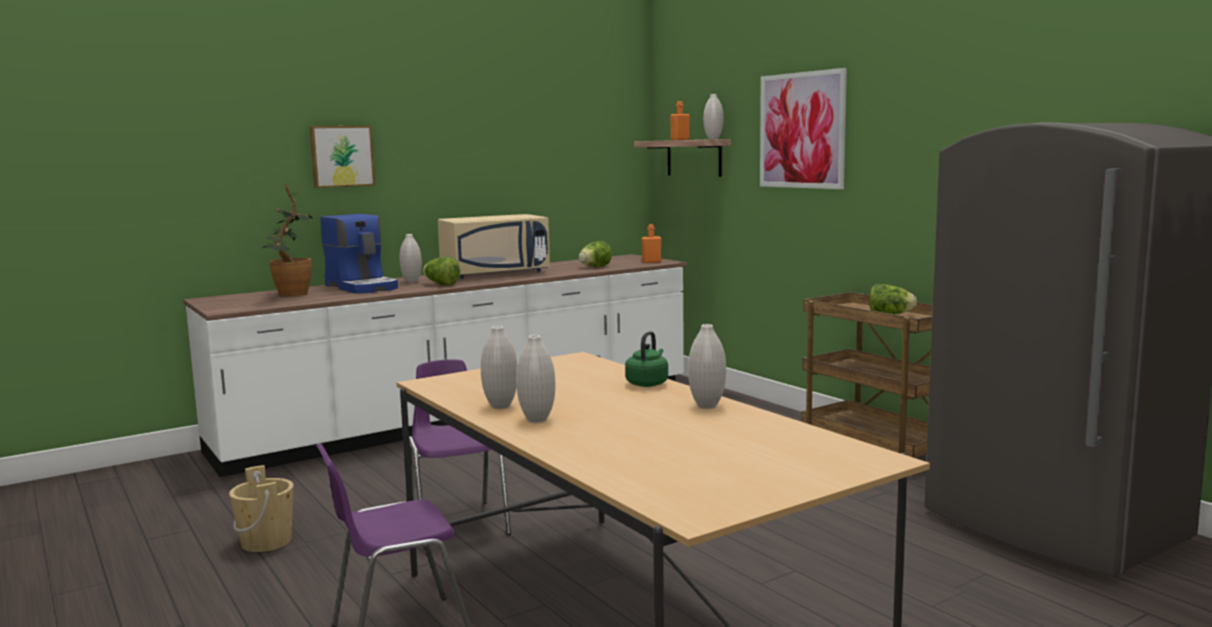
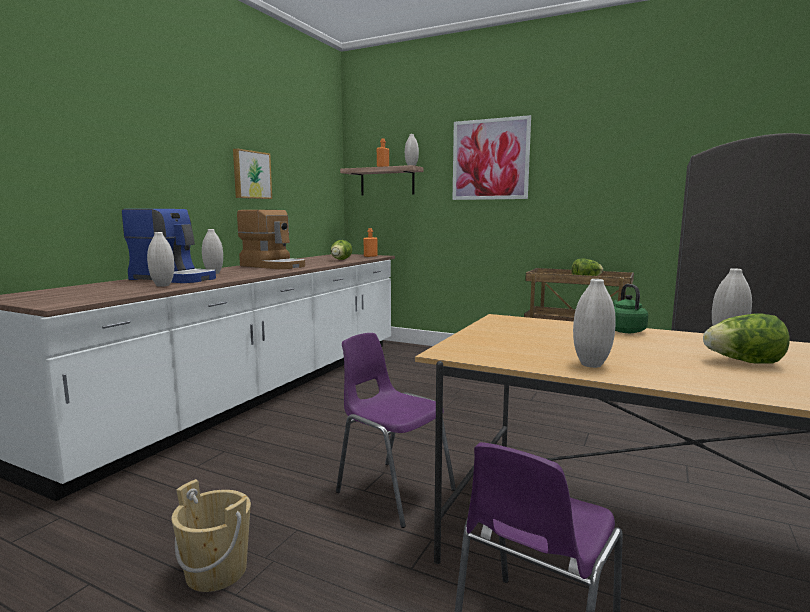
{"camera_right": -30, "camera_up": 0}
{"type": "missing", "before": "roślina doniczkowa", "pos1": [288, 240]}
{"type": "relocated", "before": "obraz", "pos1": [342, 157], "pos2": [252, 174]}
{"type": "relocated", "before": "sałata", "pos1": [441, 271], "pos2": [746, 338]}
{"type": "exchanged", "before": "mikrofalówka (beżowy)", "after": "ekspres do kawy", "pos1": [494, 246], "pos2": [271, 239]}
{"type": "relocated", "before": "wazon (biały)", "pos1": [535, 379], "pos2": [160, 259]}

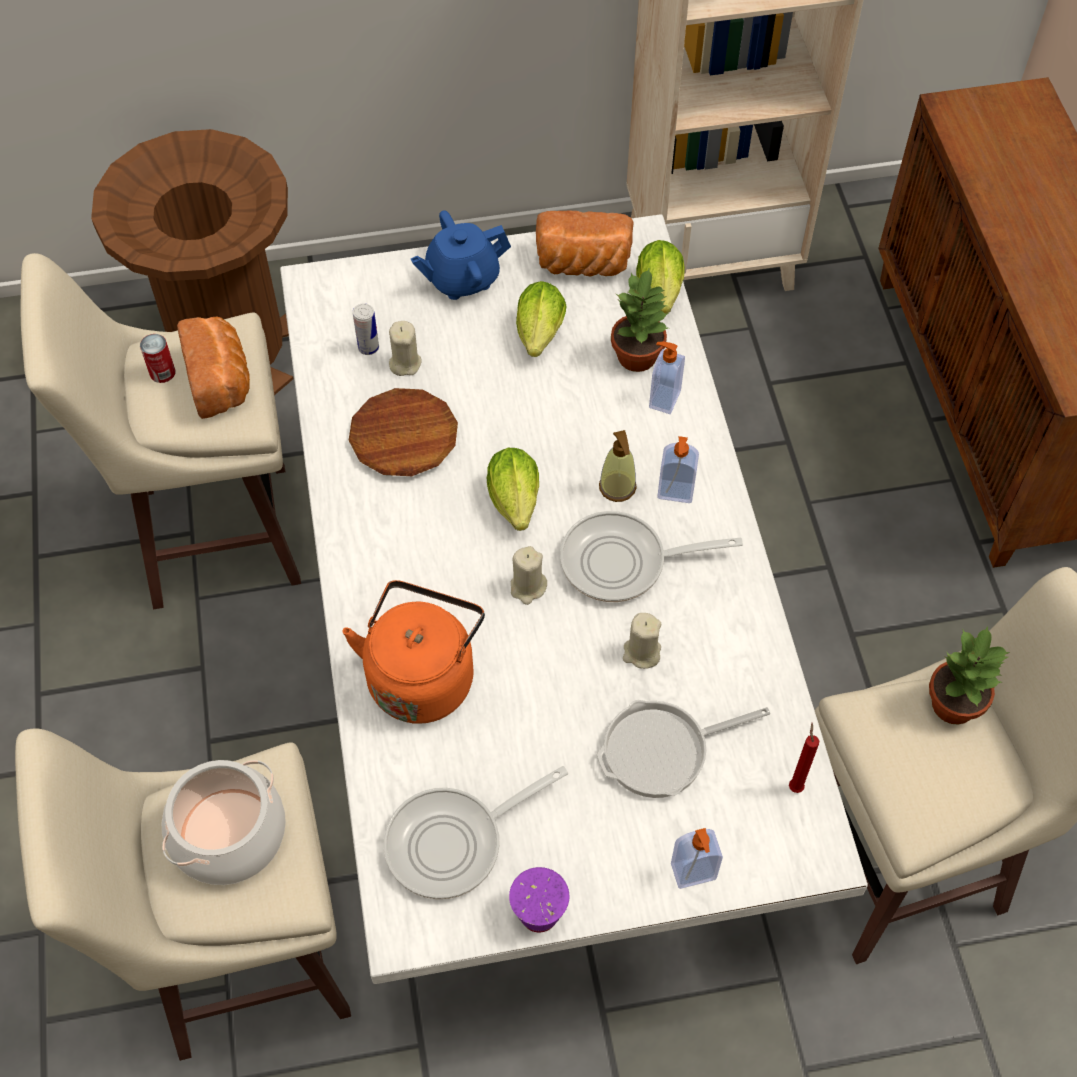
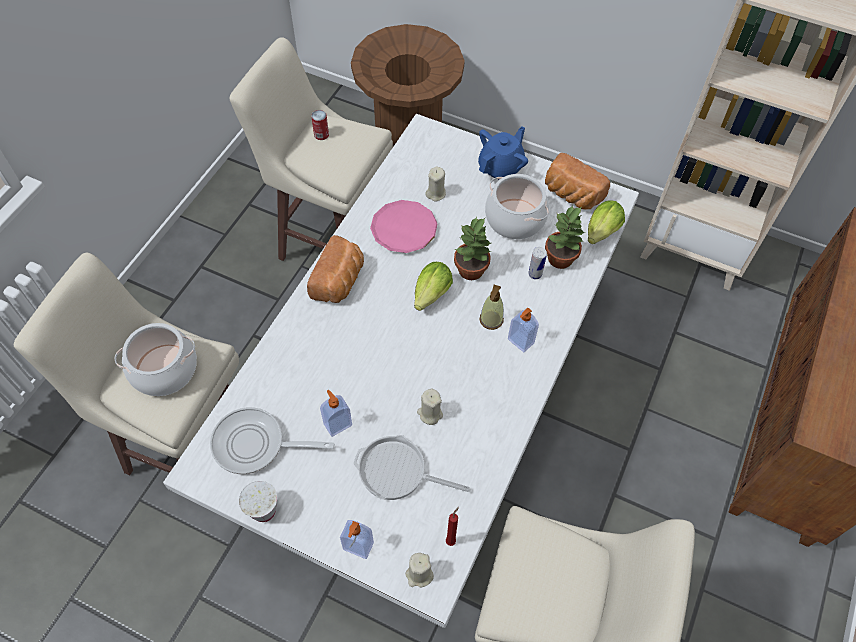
{"camera_right": 35, "camera_up": 0}
{"type": "relocated", "before": "chleb", "pos1": [213, 368], "pos2": [335, 269]}
{"type": "missing", "before": "czajnik (pomarańczowy)", "pos1": [413, 652]}
{"type": "colour", "before": "talerz (brązowy)", "after": "talerz (różowy)", "pos1": [403, 432], "pos2": [404, 226]}
{"type": "relocated", "before": "puszka", "pos1": [366, 329], "pos2": [537, 263]}
{"type": "spun", "before": "imbryk (niebieski)", "pos1": [461, 255], "pos2": [503, 153], "turn": 120}
{"type": "colour", "before": "filiżanka (fioletowy)", "after": "filiżanka (biały)", "pos1": [539, 900], "pos2": [258, 501]}
{"type": "relocated", "before": "świeca (beżowy)", "pos1": [529, 575], "pos2": [419, 570]}
{"type": "exchanged", "before": "sałata", "after": "garnek", "pos1": [541, 319], "pos2": [517, 206]}
{"type": "missing", "before": "patelnia", "pos1": [651, 556]}
{"type": "relocated", "before": "dozownik mydła", "pos1": [667, 378], "pos2": [336, 413]}
{"type": "relocated", "before": "roślina doniczkowa", "pos1": [969, 675], "pos2": [472, 248]}

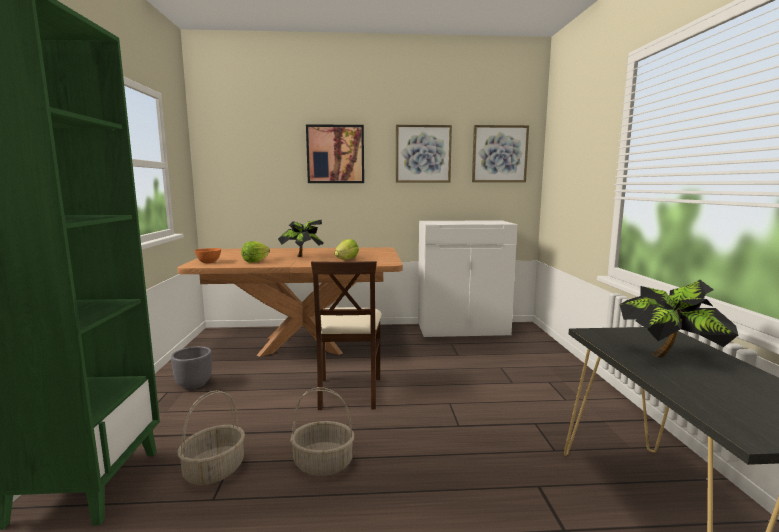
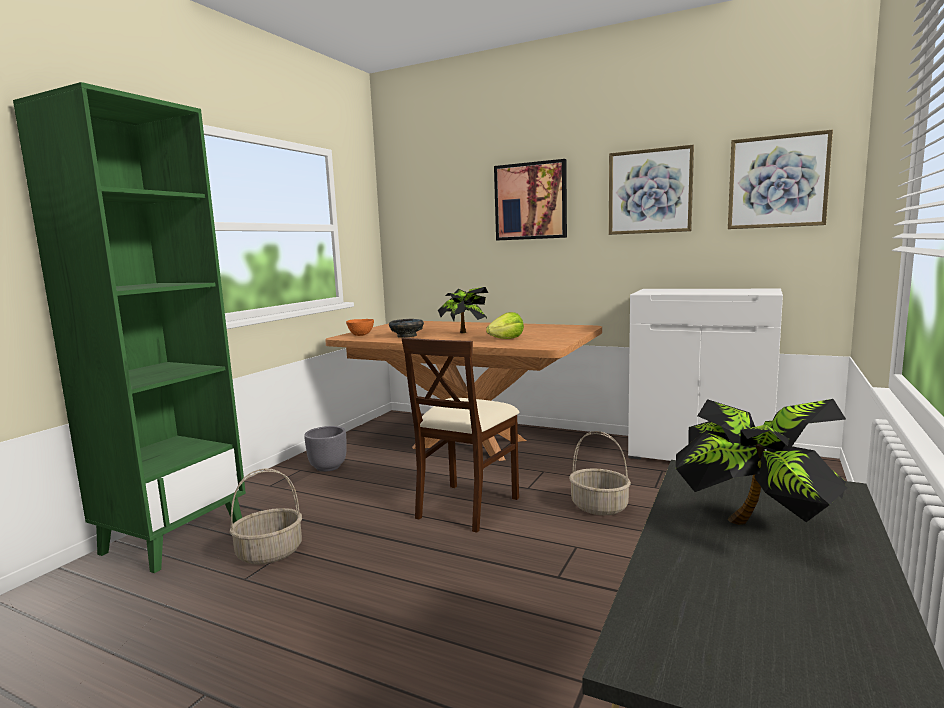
{"camera_right": 30, "camera_up": 0}
{"type": "exchanged", "before": "sałata", "after": "miska (czarny)", "pos1": [255, 252], "pos2": [406, 328]}
{"type": "relocated", "before": "koszyk", "pos1": [322, 431], "pos2": [600, 473]}

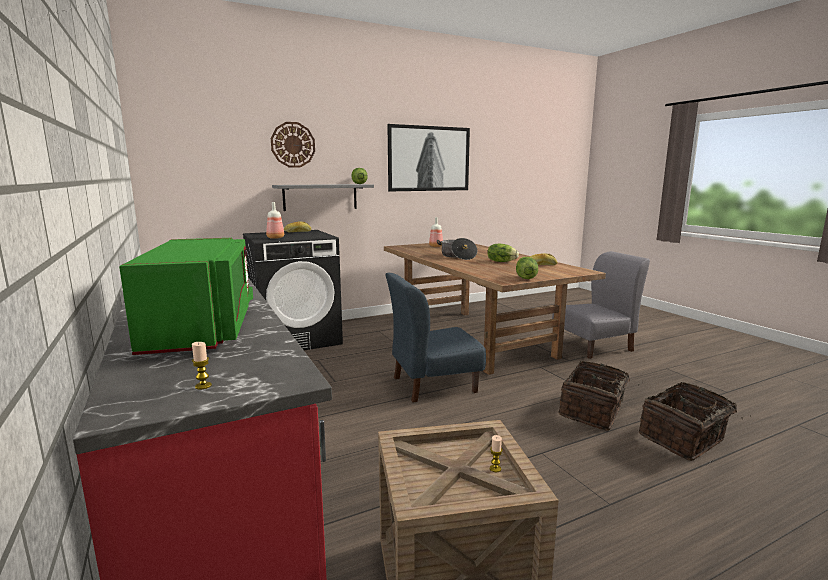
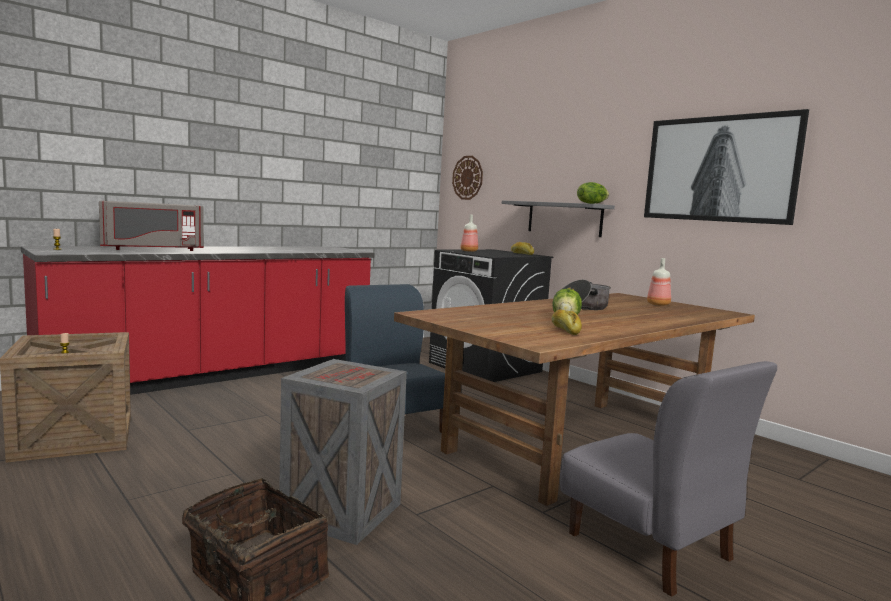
{"camera_right": 75, "camera_up": -5}
{"type": "colour", "before": "mikrofalówka (zielony)", "after": "mikrofalówka (szary)", "pos1": [186, 296], "pos2": [151, 226]}
{"type": "relocated", "before": "zegar ścienny", "pos1": [293, 145], "pos2": [467, 178]}
{"type": "missing", "before": "sałata", "pos1": [527, 268]}
{"type": "exchanged", "before": "koszyk", "after": "skrzynka", "pos1": [601, 396], "pos2": [343, 452]}

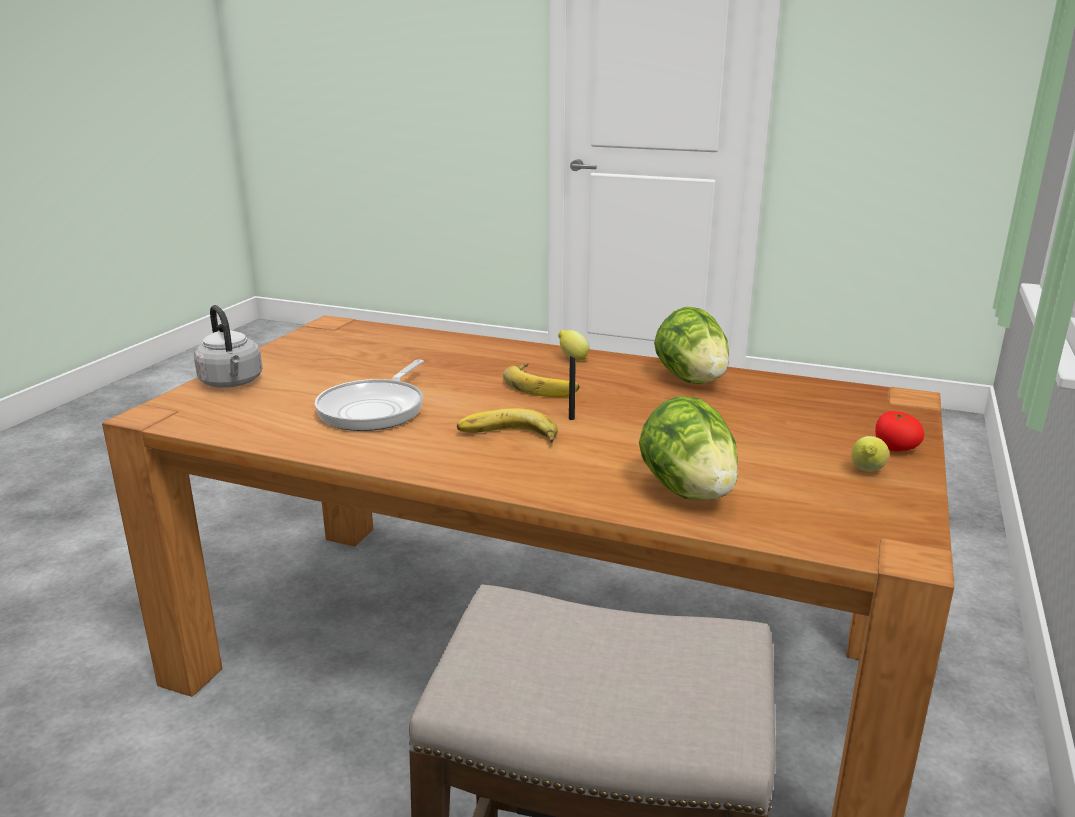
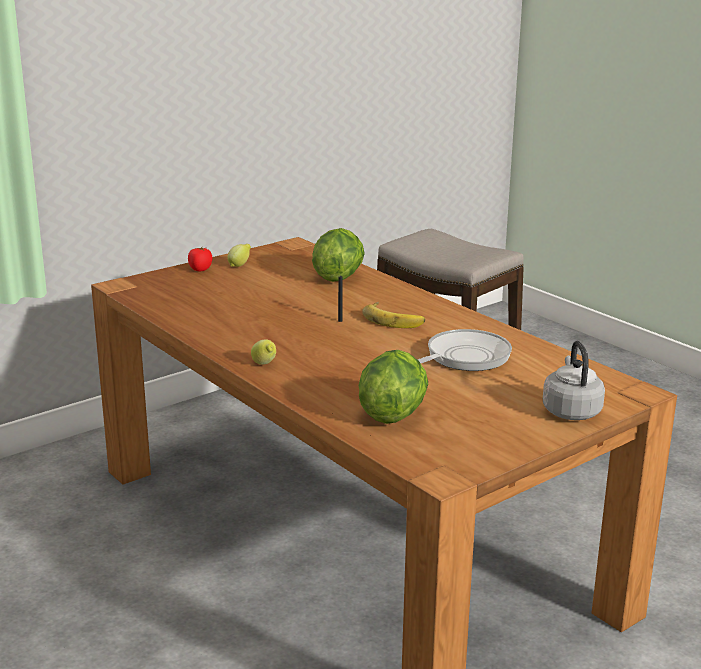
{"camera_right": -150, "camera_up": 0}
{"type": "missing", "before": "banan", "pos1": [541, 380]}
{"type": "relocated", "before": "sałata", "pos1": [691, 345], "pos2": [393, 387]}

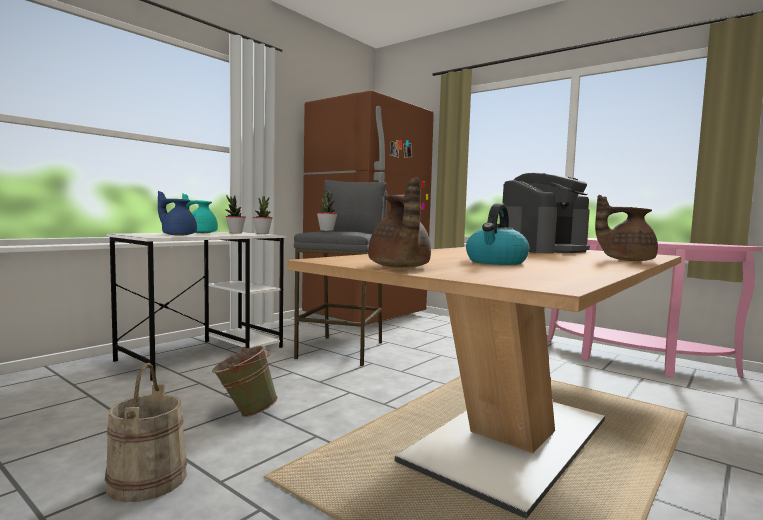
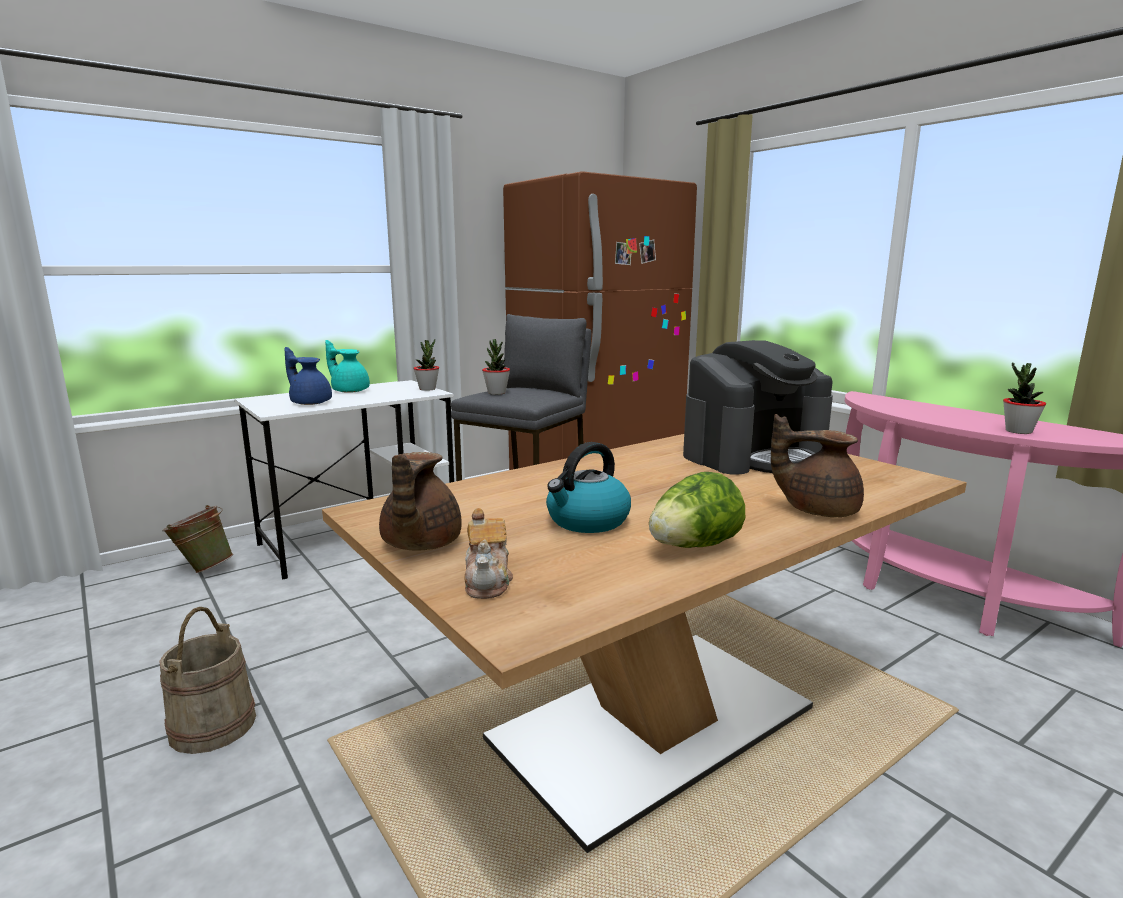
{"camera_right": 15, "camera_up": 10}
{"type": "relocated", "before": "wiadro (zielony)", "pos1": [245, 381], "pos2": [197, 539]}
{"type": "relocated", "before": "roślina doniczkowa", "pos1": [235, 214], "pos2": [1024, 398]}
{"type": "appeared", "after": "imbryk", "pos2": [488, 553]}
{"type": "appeared", "after": "sałata", "pos2": [697, 510]}

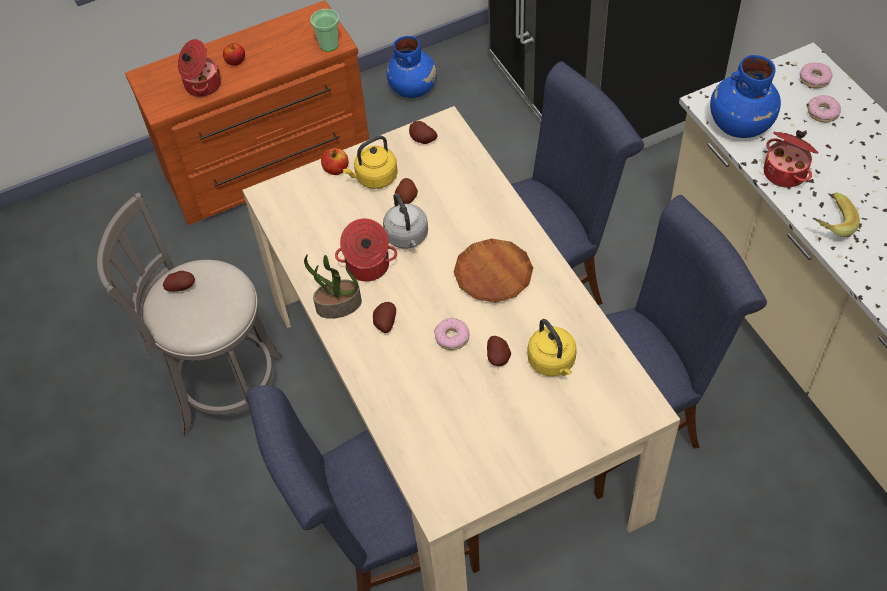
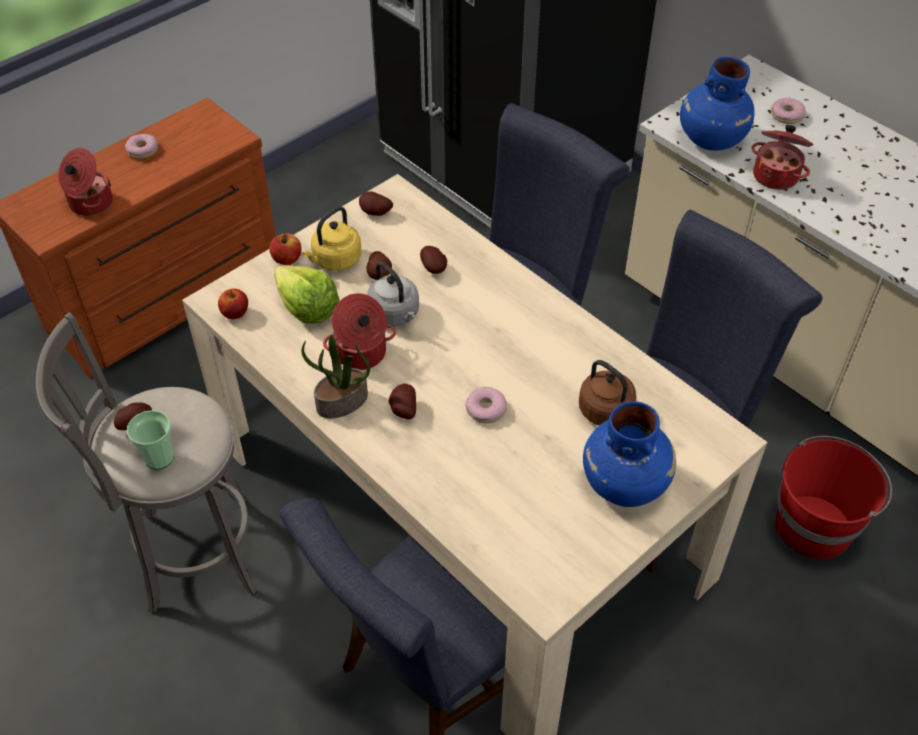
{"camera_right": -20, "camera_up": -5}
{"type": "relocated", "before": "jabłko", "pos1": [234, 54], "pos2": [233, 303]}
{"type": "relocated", "before": "filiżanka", "pos1": [324, 30], "pos2": [150, 440]}
{"type": "relocated", "before": "wazon (niebieski)", "pos1": [412, 67], "pos2": [629, 454]}
{"type": "missing", "before": "talerz (brązowy)", "pos1": [493, 271]}
{"type": "relocated", "before": "ziemniak", "pos1": [499, 351], "pos2": [433, 260]}
{"type": "colour", "before": "czajnik (żółty)", "after": "czajnik (brązowy)", "pos1": [552, 347], "pos2": [608, 392]}
{"type": "relocated", "before": "donut", "pos1": [816, 75], "pos2": [141, 146]}
{"type": "missing", "before": "banan", "pos1": [836, 214]}
{"type": "appeared", "after": "sałata", "pos2": [307, 295]}
{"type": "appeared", "after": "wiadro (czerwony)", "pos2": [833, 497]}

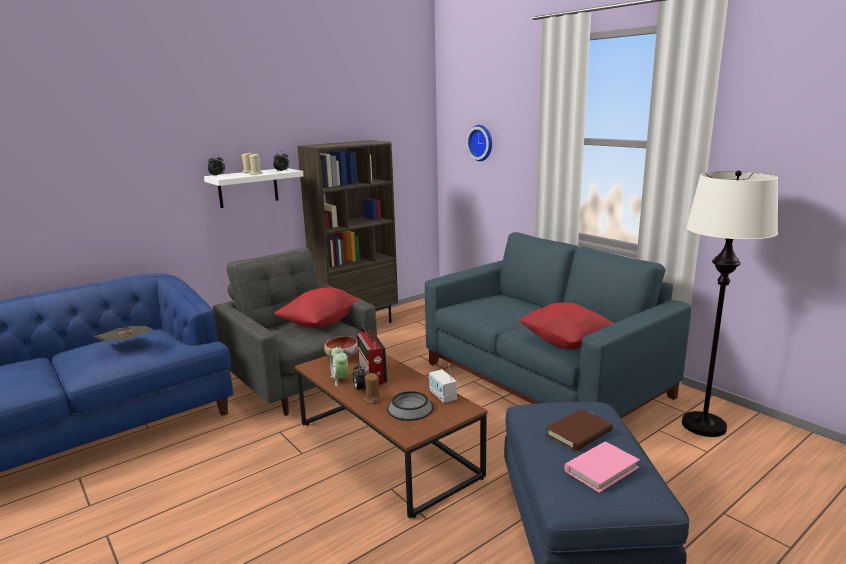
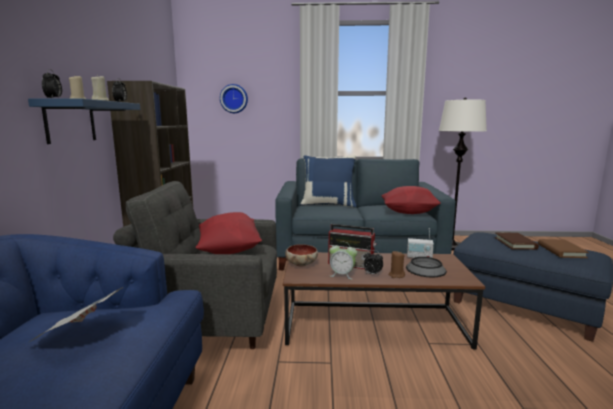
{"camera_right": -50, "camera_up": -5}
{"type": "colour", "before": "półka (biały)", "after": "półka (niebieski)", "pos1": [253, 188], "pos2": [84, 121]}
{"type": "colour", "before": "książka (różowy)", "after": "książka (brązowy)", "pos1": [602, 467], "pos2": [563, 248]}
{"type": "appeared", "after": "poduszka (niebieski)", "pos2": [328, 181]}

